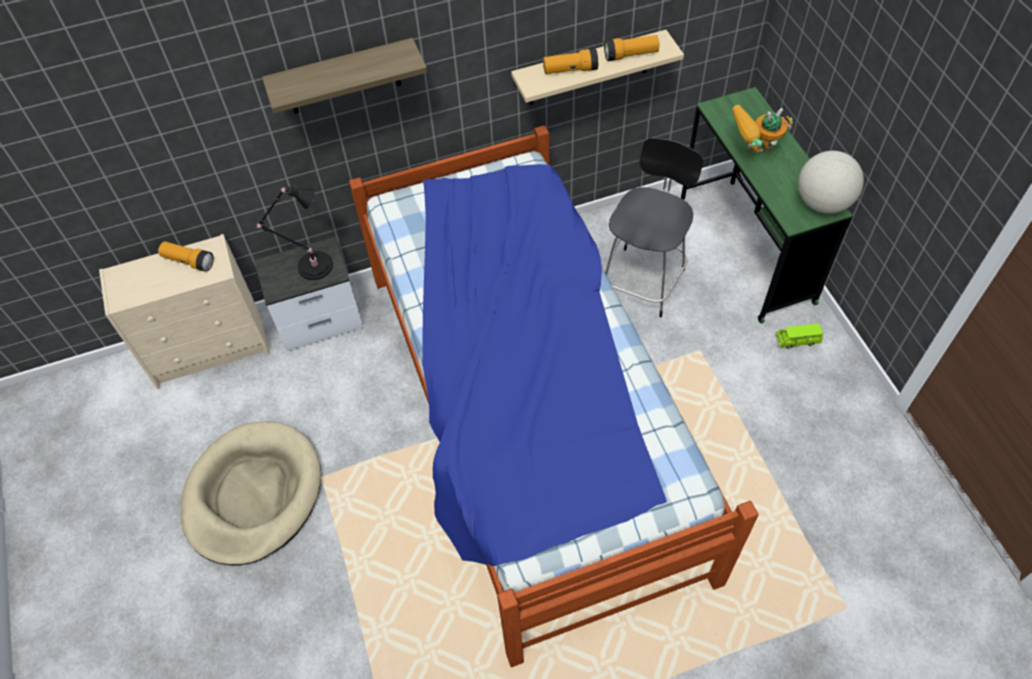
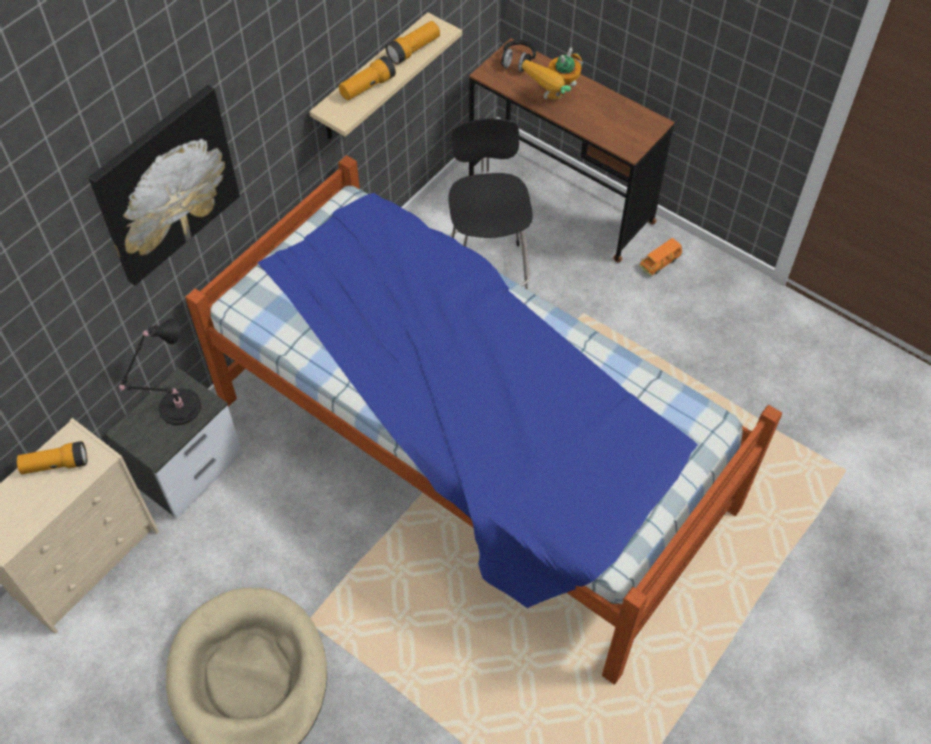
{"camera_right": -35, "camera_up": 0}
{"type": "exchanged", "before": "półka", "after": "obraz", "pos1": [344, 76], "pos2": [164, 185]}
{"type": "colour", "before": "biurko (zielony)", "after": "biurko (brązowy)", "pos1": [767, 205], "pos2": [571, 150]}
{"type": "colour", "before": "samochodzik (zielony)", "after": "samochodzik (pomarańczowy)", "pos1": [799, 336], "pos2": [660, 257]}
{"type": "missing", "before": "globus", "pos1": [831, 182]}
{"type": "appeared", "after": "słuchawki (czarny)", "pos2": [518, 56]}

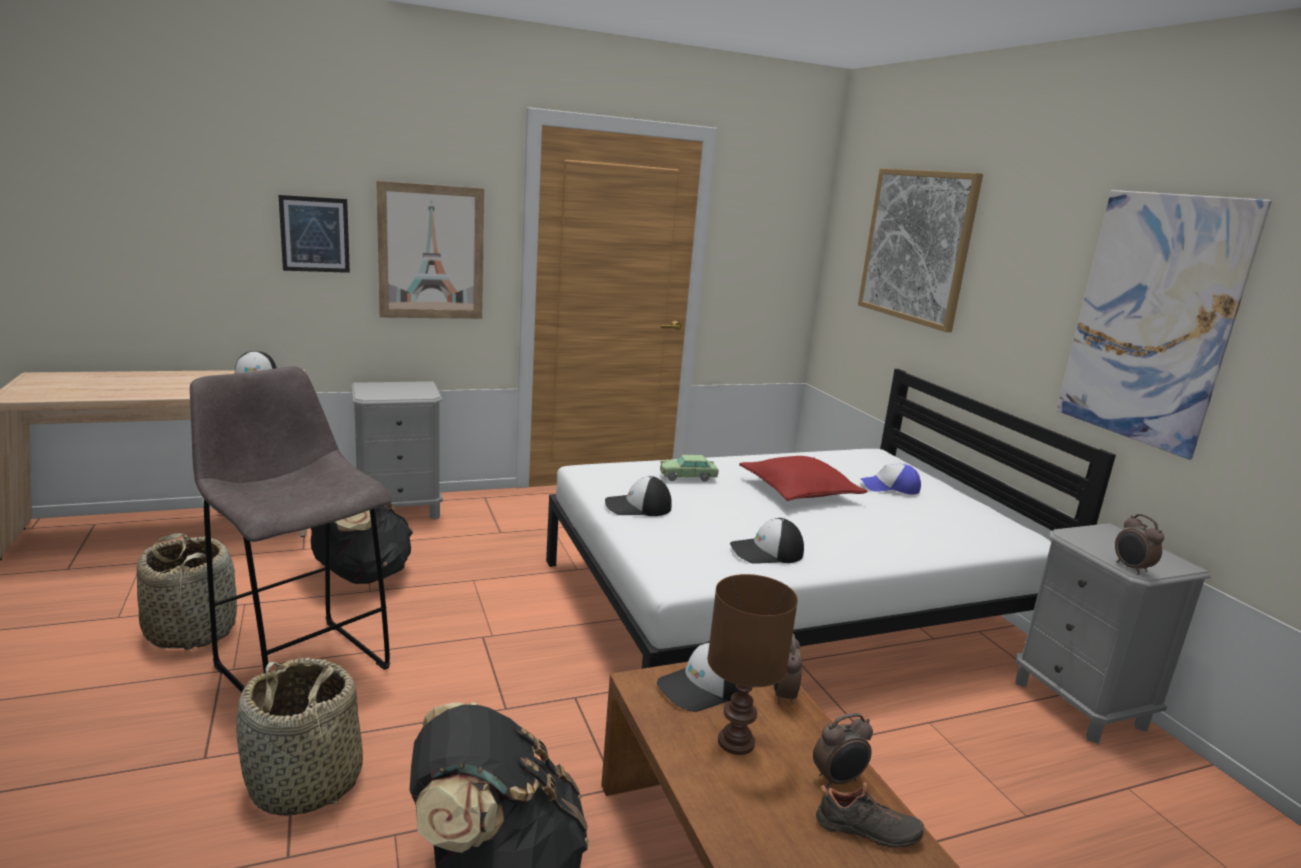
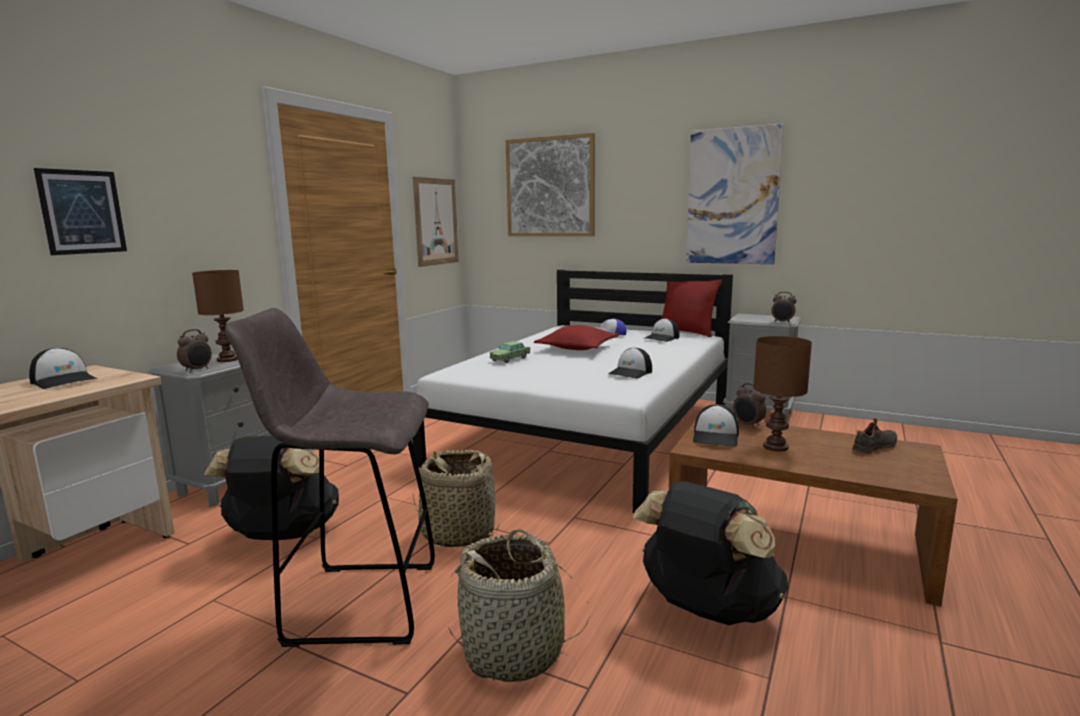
{"camera_right": -40, "camera_up": -5}
{"type": "relocated", "before": "koszyk", "pos1": [187, 591], "pos2": [456, 498]}
{"type": "relocated", "before": "obraz", "pos1": [430, 250], "pos2": [436, 222]}
{"type": "relocated", "before": "czapka z daszkiem", "pos1": [638, 496], "pos2": [661, 330]}
{"type": "relocated", "before": "budzik", "pos1": [843, 750], "pos2": [194, 351]}
{"type": "appeared", "after": "lampa stołowa (brązowy)", "pos2": [218, 316]}
{"type": "appeared", "after": "poduszka (czerwony)", "pos2": [691, 308]}

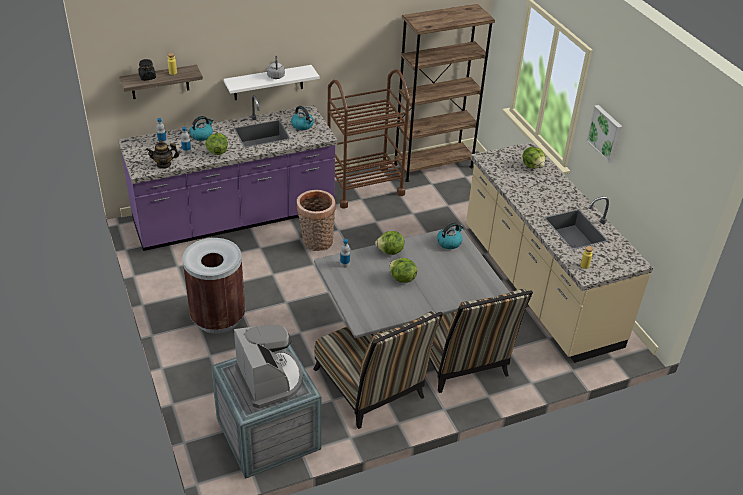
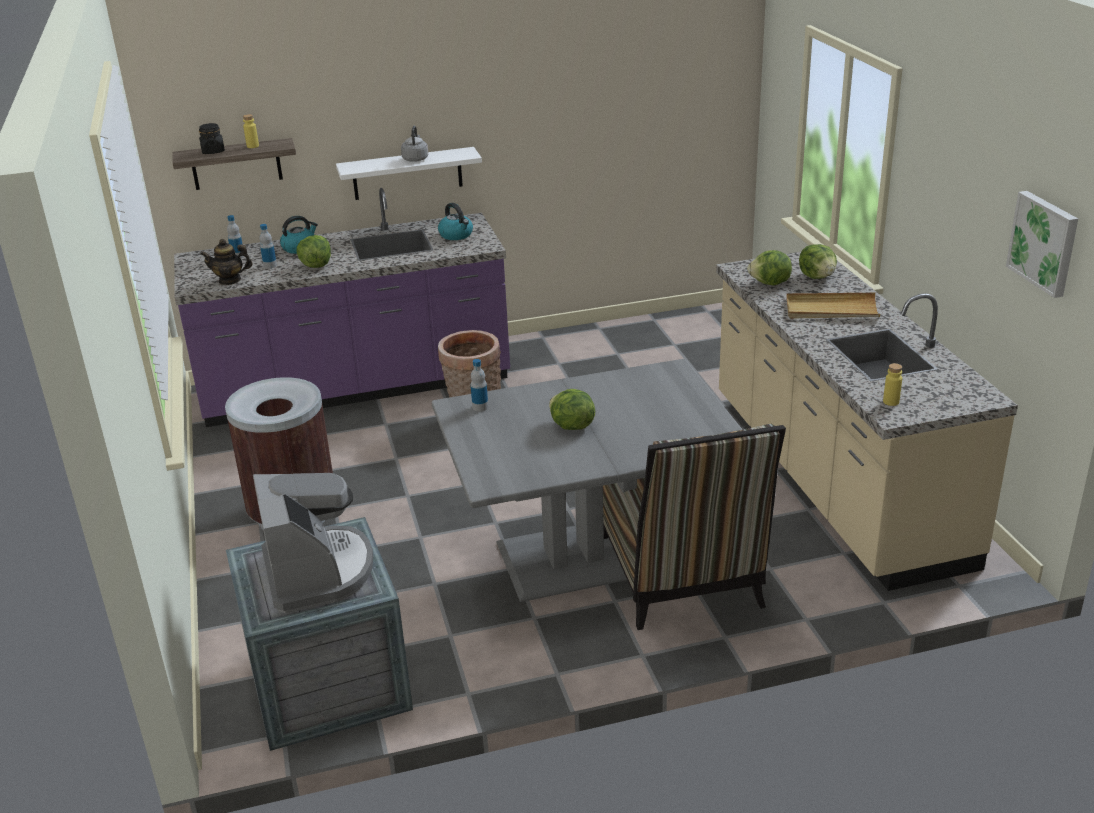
{"camera_right": 10, "camera_up": -10}
{"type": "missing", "before": "krzesło", "pos1": [378, 370]}
{"type": "missing", "before": "wózek (brązowy)", "pos1": [368, 139]}
{"type": "relocated", "before": "sałata", "pos1": [389, 243], "pos2": [769, 267]}
{"type": "missing", "before": "regał (brązowy)", "pos1": [444, 93]}
{"type": "missing", "before": "czajnik", "pos1": [450, 235]}
{"type": "relocated", "before": "obraz", "pos1": [604, 134], "pos2": [1042, 244]}
{"type": "appeared", "after": "taca (beżowy)", "pos2": [833, 306]}

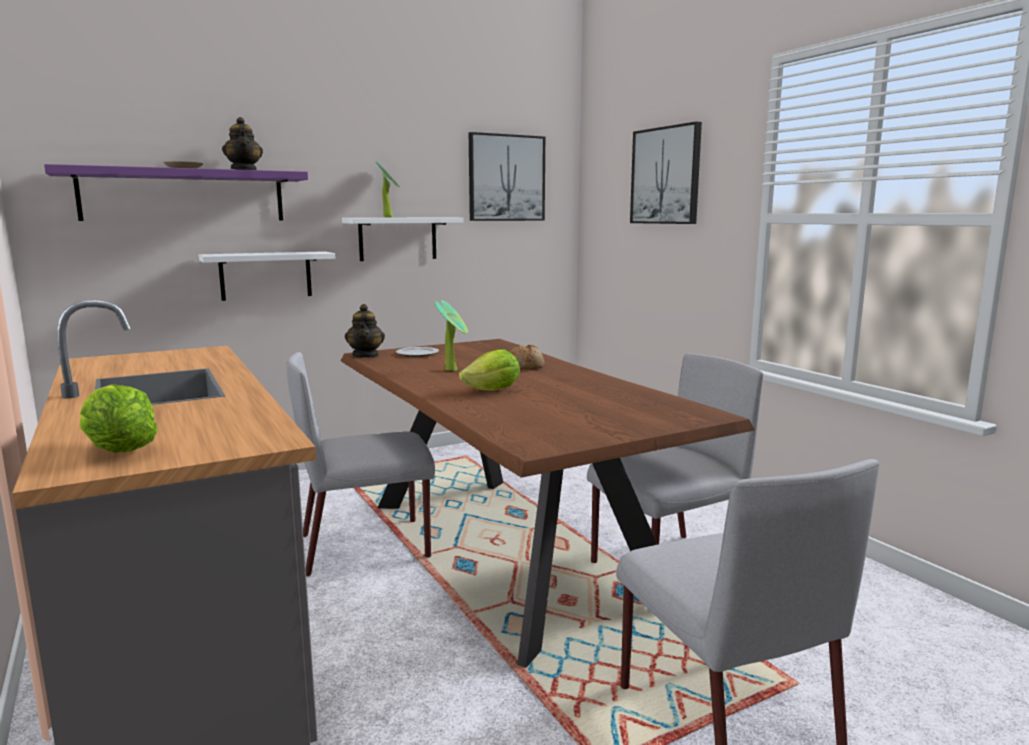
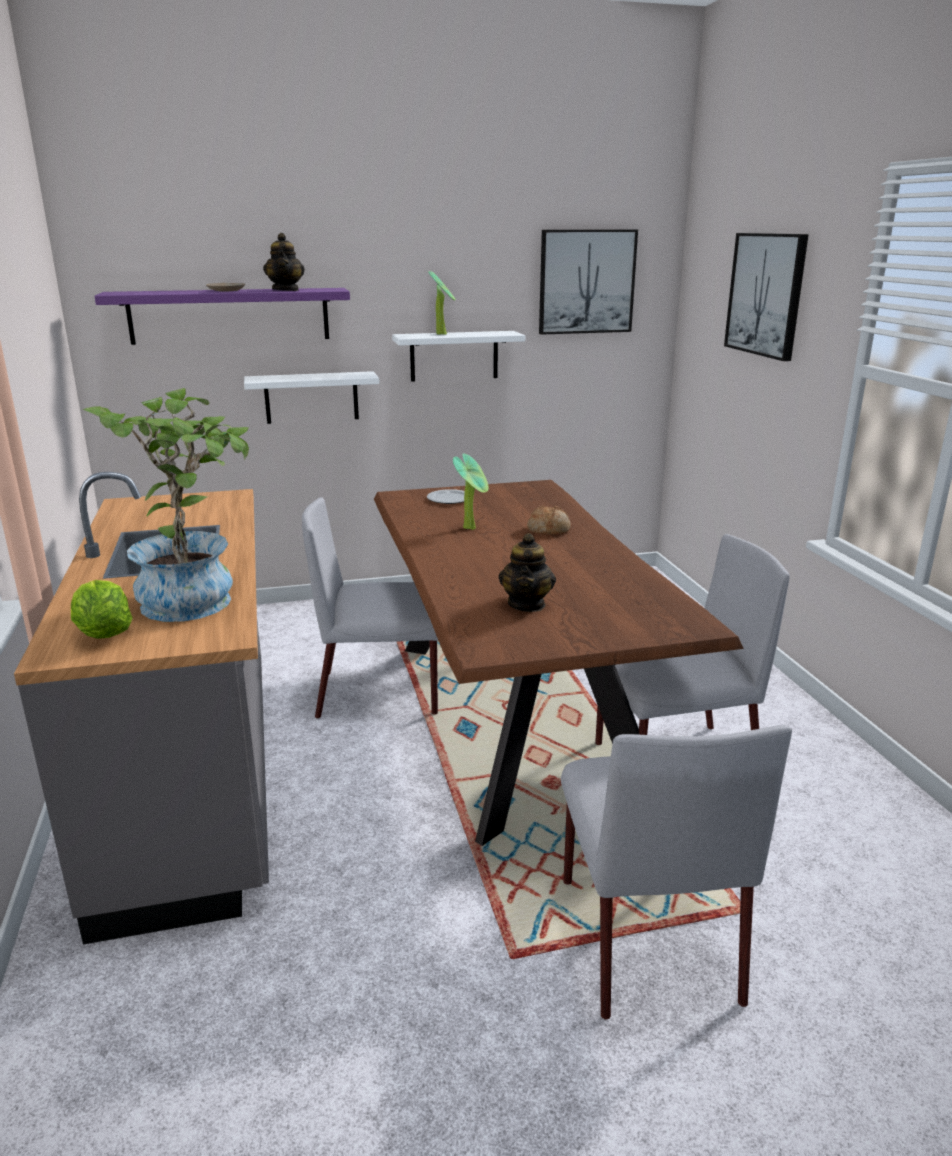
{"camera_right": 15, "camera_up": 10}
{"type": "relocated", "before": "imbryk", "pos1": [365, 331], "pos2": [527, 572]}
{"type": "missing", "before": "sałata", "pos1": [489, 370]}
{"type": "appeared", "after": "roślina doniczkowa", "pos2": [166, 505]}

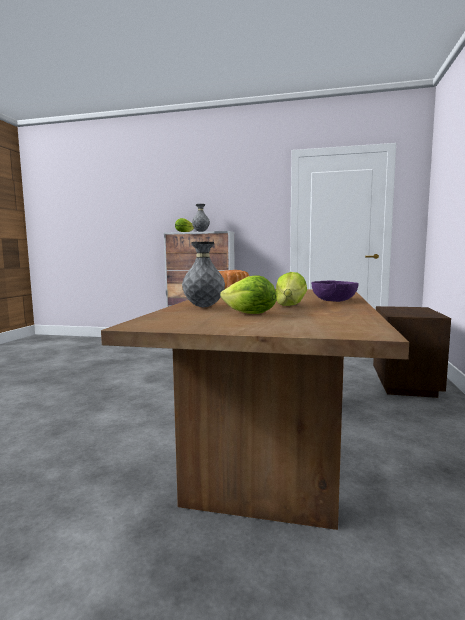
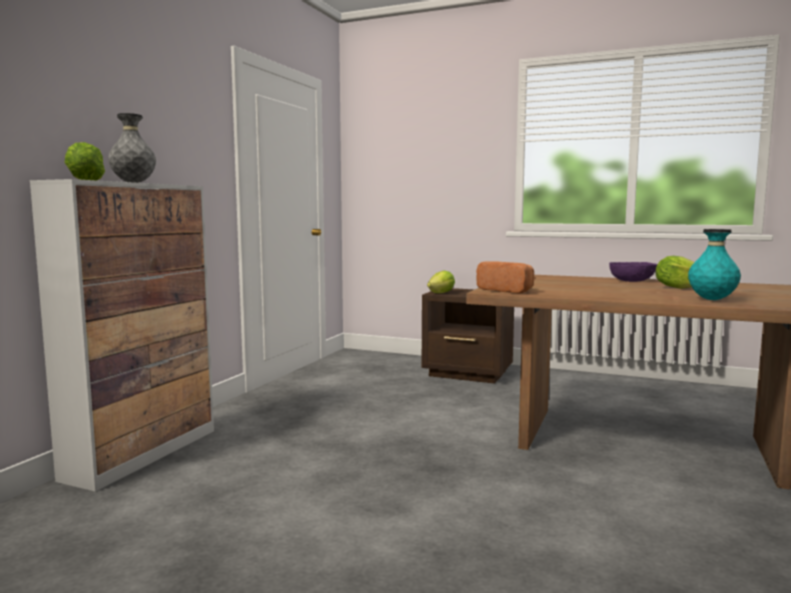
{"camera_right": -80, "camera_up": 0}
{"type": "colour", "before": "wazon (szary)", "after": "wazon (turkusowy)", "pos1": [203, 274], "pos2": [714, 264]}
{"type": "relocated", "before": "sałata", "pos1": [248, 294], "pos2": [441, 282]}

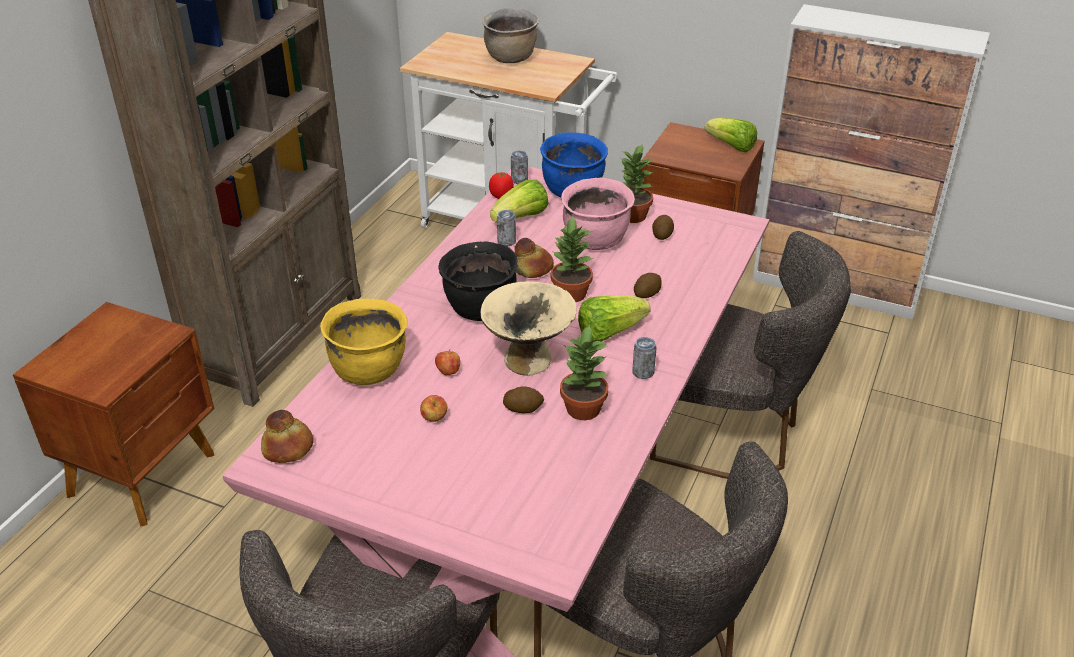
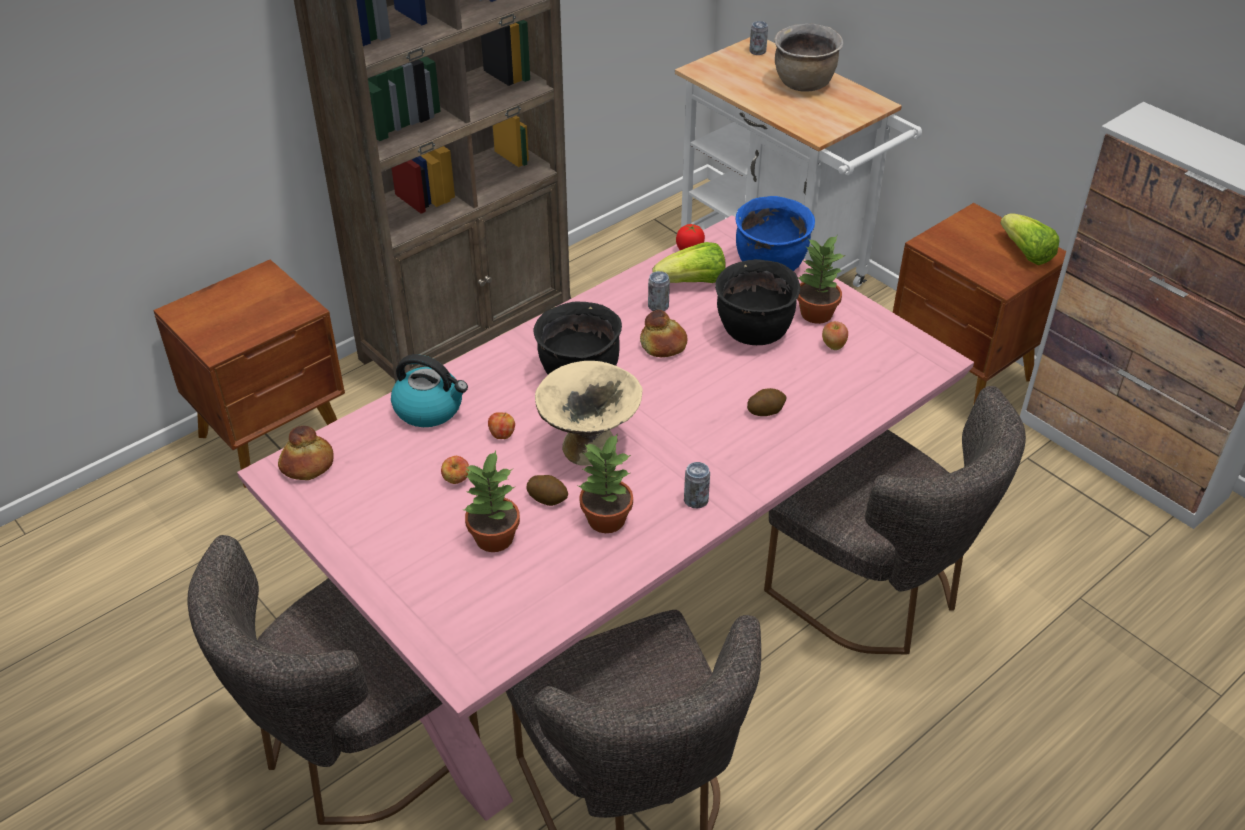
{"camera_right": 25, "camera_up": 5}
{"type": "exchanged", "before": "garnek (żółty)", "after": "czajnik", "pos1": [364, 342], "pos2": [429, 390]}
{"type": "relocated", "before": "puszka", "pos1": [519, 167], "pos2": [758, 38]}
{"type": "relocated", "before": "roślina doniczkowa", "pos1": [572, 259], "pos2": [492, 501]}
{"type": "colour", "before": "garnek (różowy)", "after": "garnek (czarny)", "pos1": [598, 214], "pos2": [758, 302]}
{"type": "missing", "before": "sałata", "pos1": [614, 318]}
{"type": "exchanged", "before": "ziemniak", "after": "jabłko", "pos1": [663, 227], "pos2": [835, 335]}

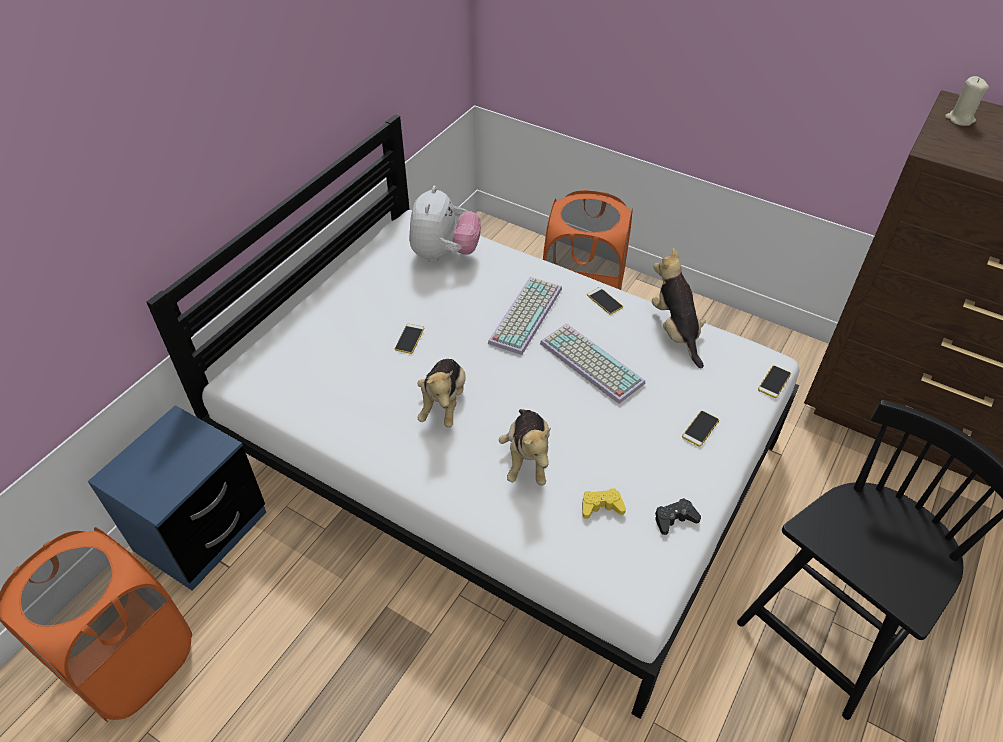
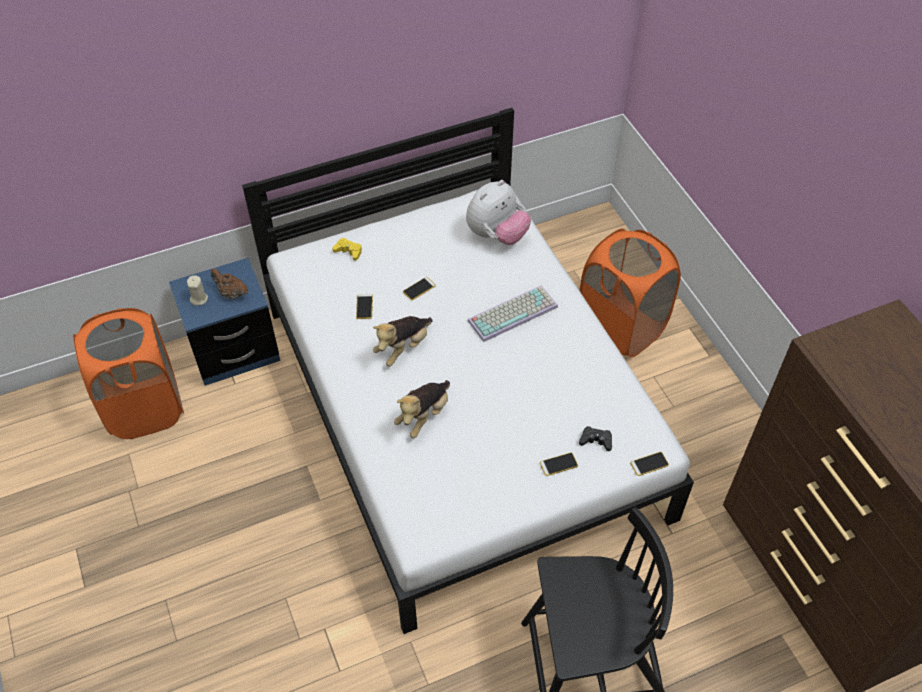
{"camera_right": 35, "camera_up": 5}
{"type": "missing", "before": "klawiatura", "pos1": [592, 363]}
{"type": "relocated", "before": "pad do gier (żółty)", "pos1": [604, 503], "pos2": [347, 249]}
{"type": "relocated", "before": "telefon", "pos1": [605, 301], "pos2": [364, 306]}
{"type": "missing", "before": "pluszak", "pos1": [679, 308]}
{"type": "relocated", "before": "pad do gier (czarny)", "pos1": [678, 516], "pos2": [595, 438]}
{"type": "relocated", "before": "świeca (beżowy)", "pos1": [967, 101], "pos2": [197, 290]}
{"type": "appeared", "after": "imbryk (brązowy)", "pos2": [229, 283]}

